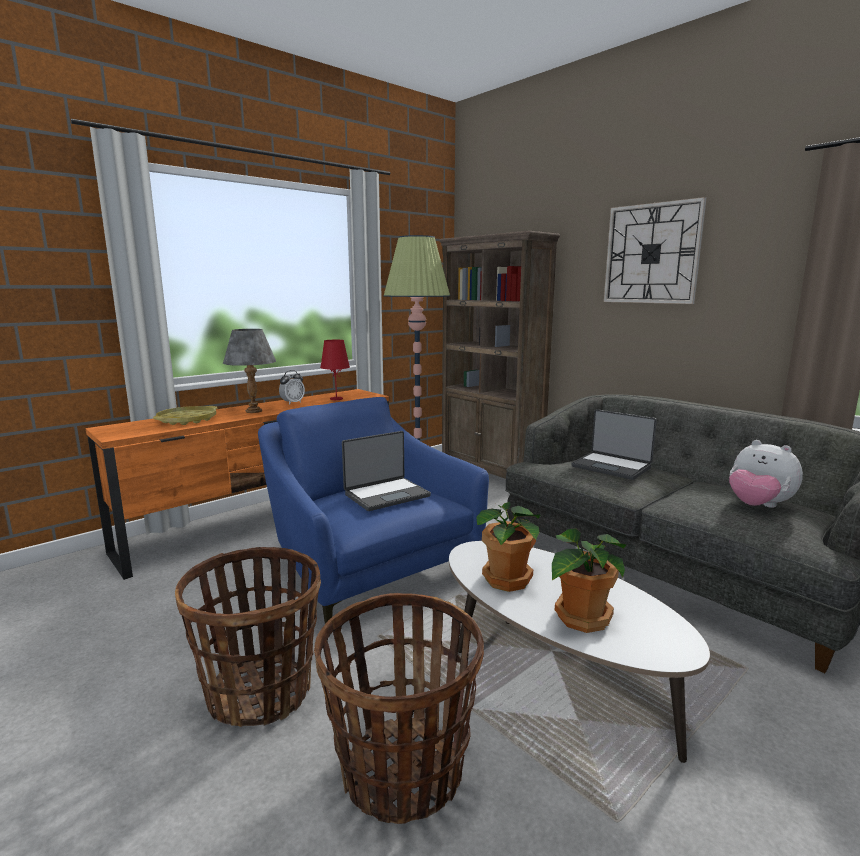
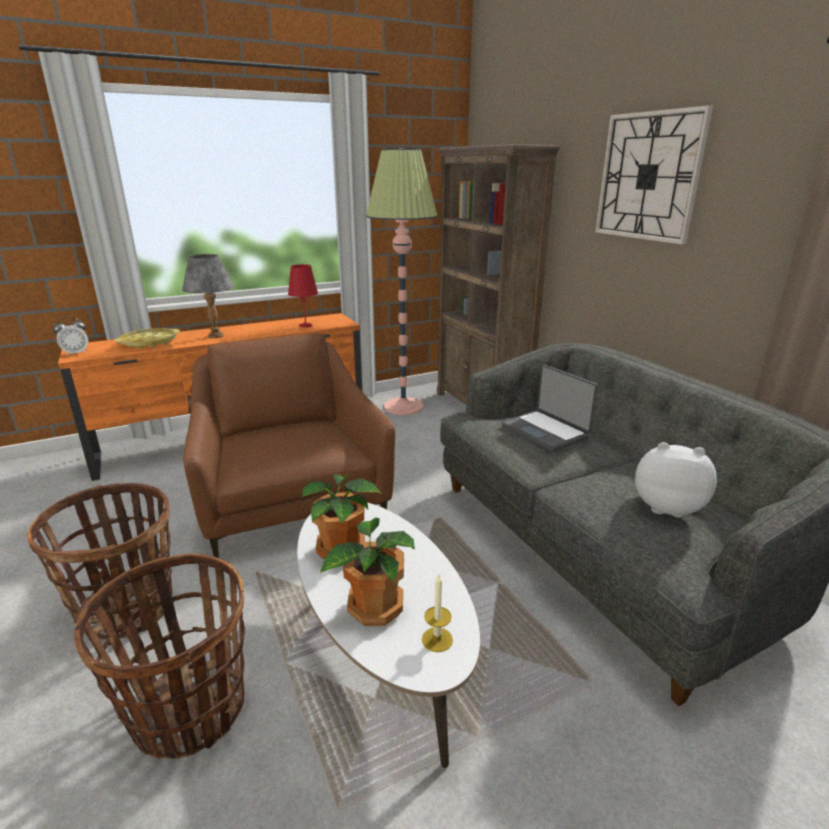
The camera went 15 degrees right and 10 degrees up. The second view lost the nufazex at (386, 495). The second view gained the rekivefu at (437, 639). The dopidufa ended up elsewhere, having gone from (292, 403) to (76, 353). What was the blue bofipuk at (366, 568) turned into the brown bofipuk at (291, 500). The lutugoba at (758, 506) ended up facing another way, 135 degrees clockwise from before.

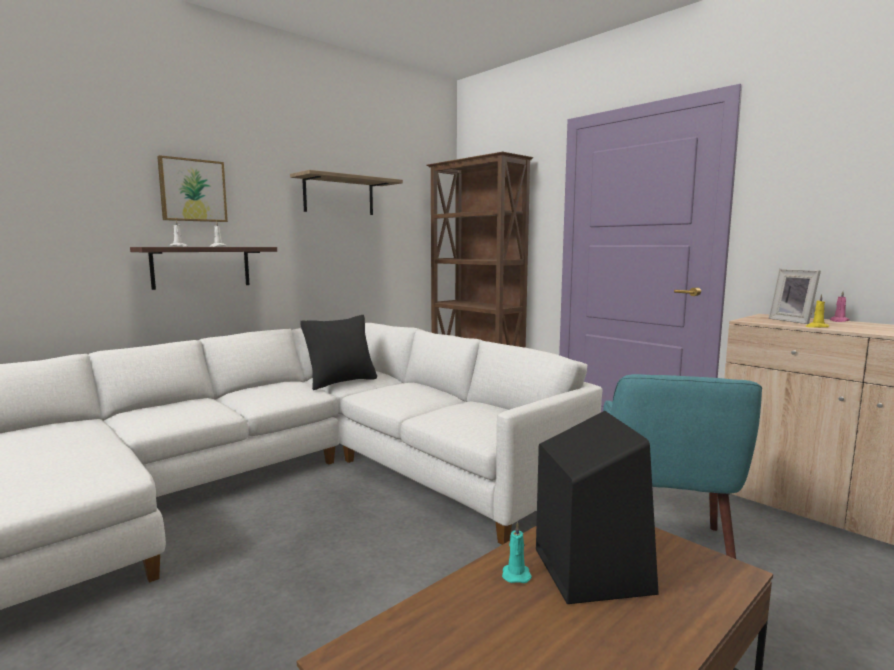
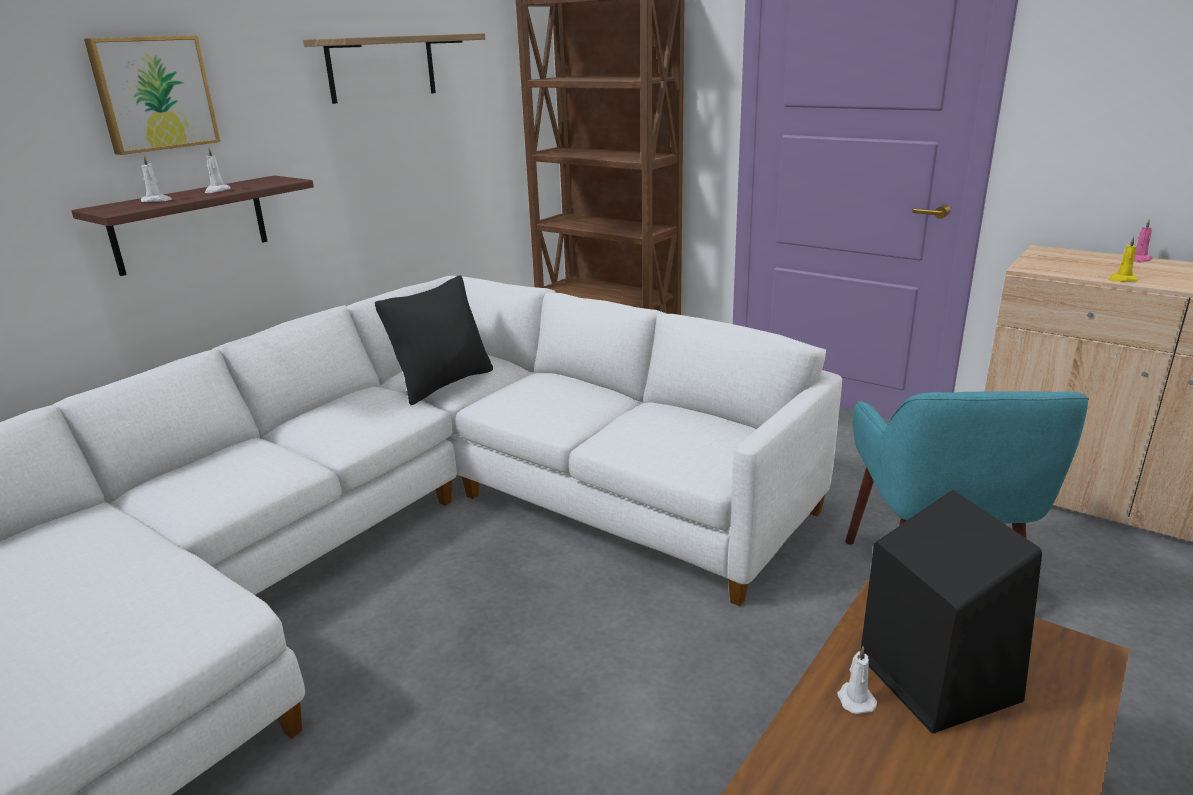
The camera went 10 degrees left and 15 degrees up. The second view lost the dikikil at (794, 321). What was the turquoise rekivefu at (516, 574) turned into the white rekivefu at (855, 699).

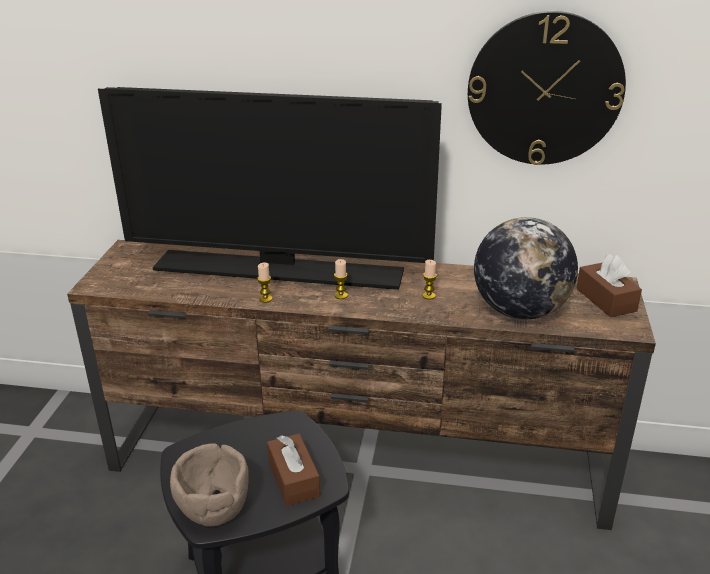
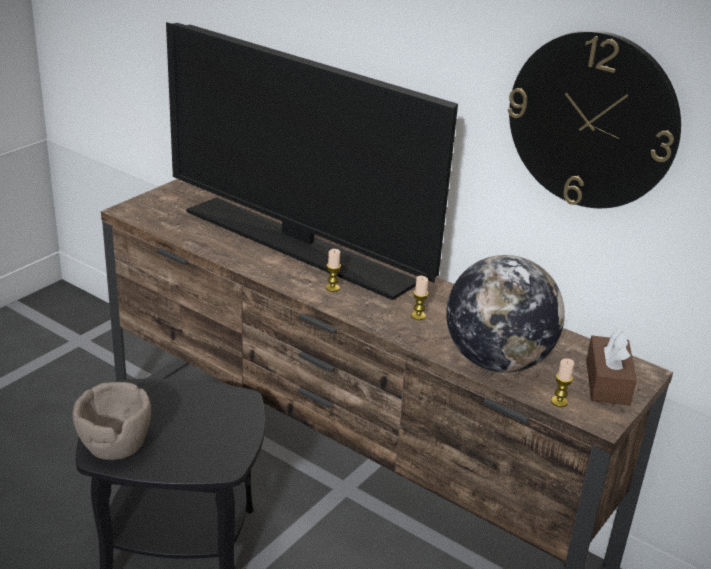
The camera went 25 degrees right and 0 degrees up. The second view lost the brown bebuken at (293, 479). The rekivefu ended up elsewhere, having gone from (265, 299) to (559, 402).

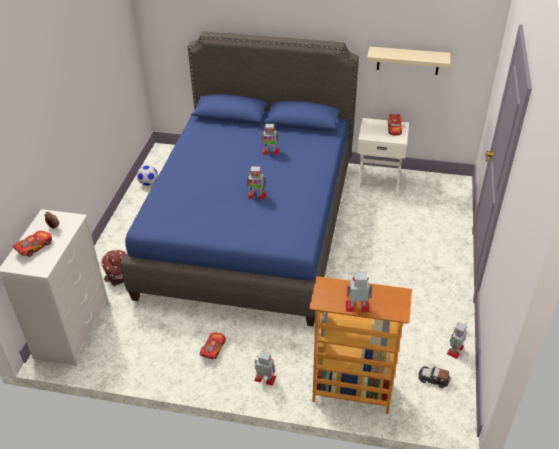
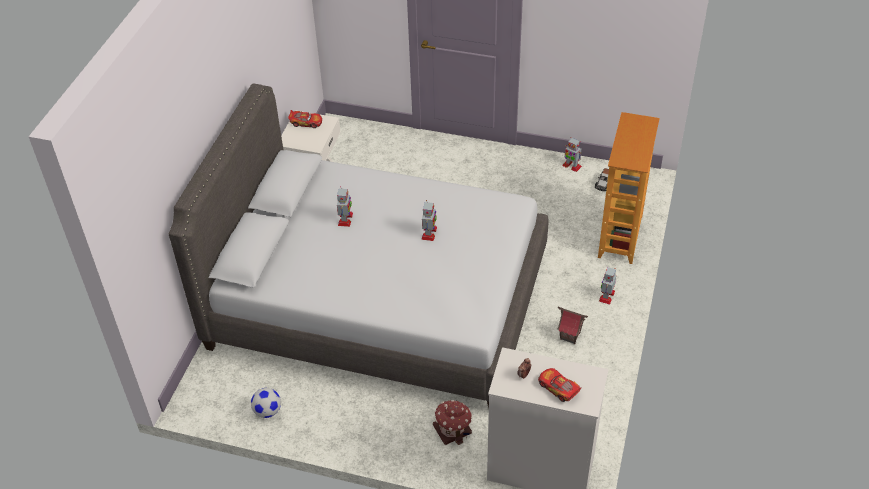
The camera went 85 degrees left and 5 degrees up. The second view lost the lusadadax at (357, 306). The second view lost the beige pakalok at (408, 60). Where the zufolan stood at (213, 349), the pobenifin came to stand at (570, 336). What was the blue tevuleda at (250, 226) turned into the grey tevuleda at (378, 302).

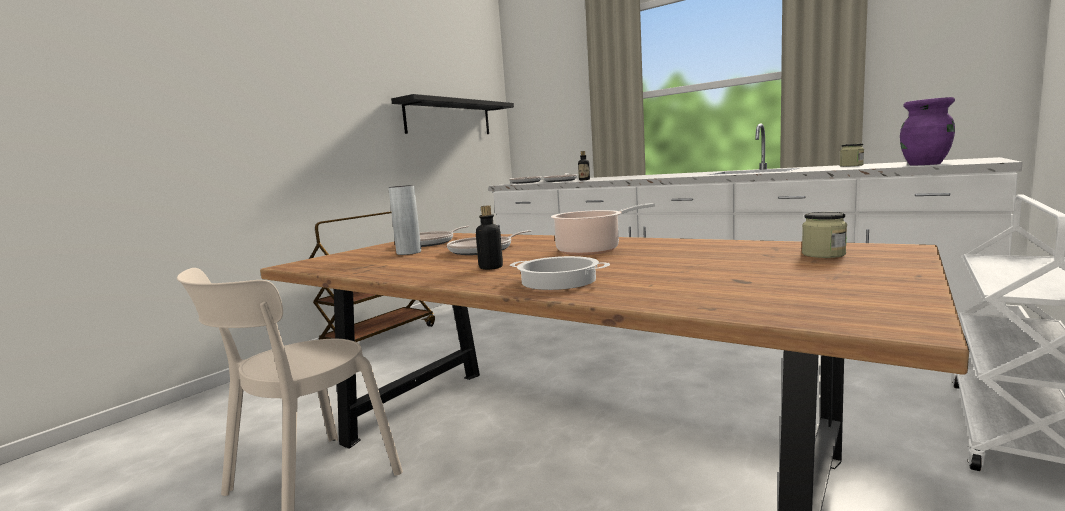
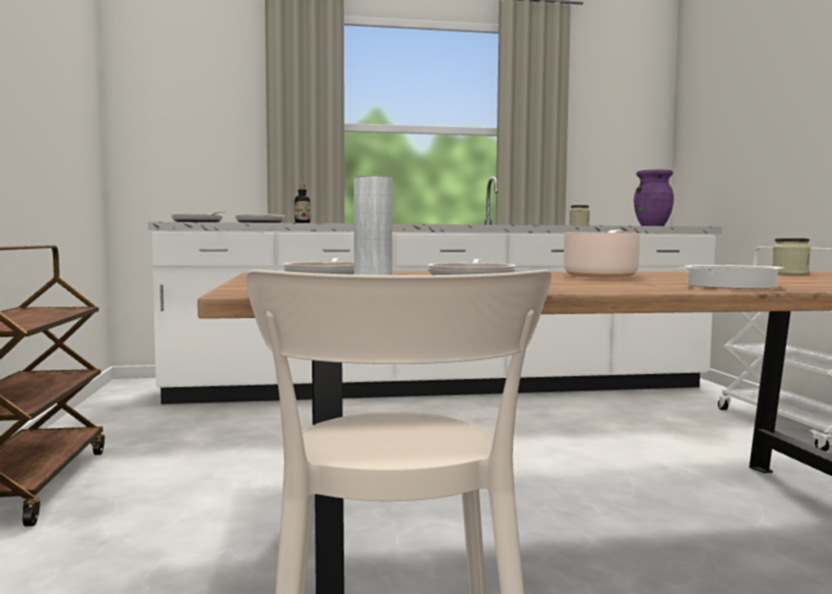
The camera went 45 degrees left and 5 degrees down. The second view lost the black pakalok at (449, 118). The second view lost the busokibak at (491, 267).

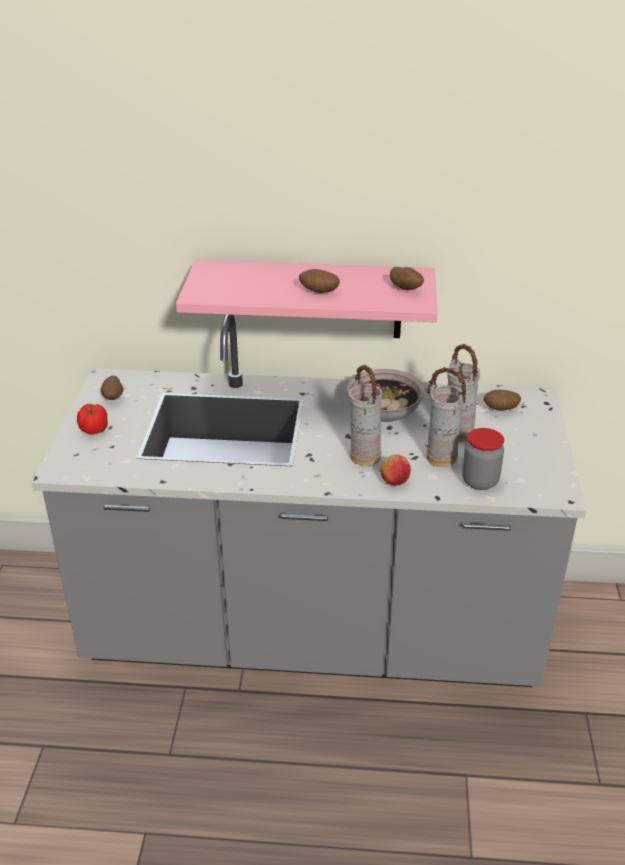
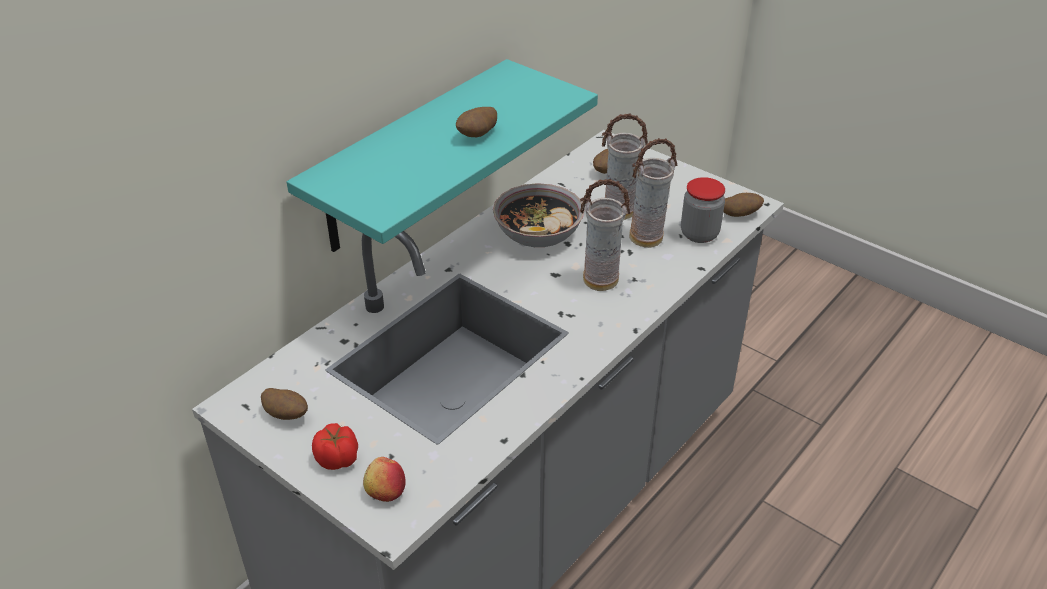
The camera went 55 degrees left and 5 degrees up. The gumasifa ended up elsewhere, having gone from (394, 480) to (385, 491). The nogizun ended up elsewhere, having gone from (406, 289) to (740, 215). What was the pink pakalok at (313, 299) turned into the turquoise pakalok at (409, 158).

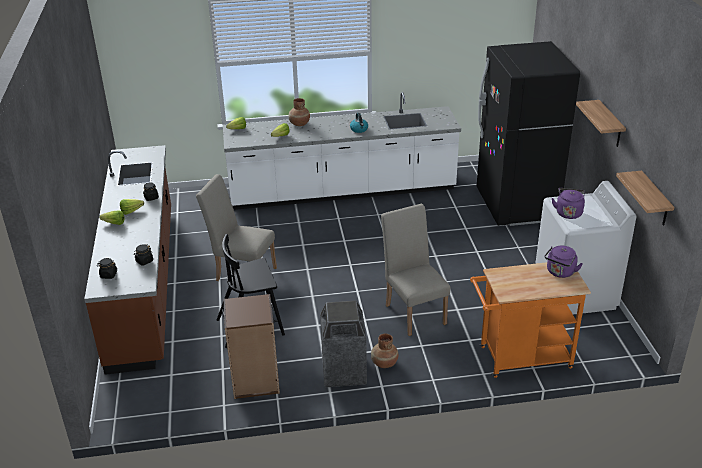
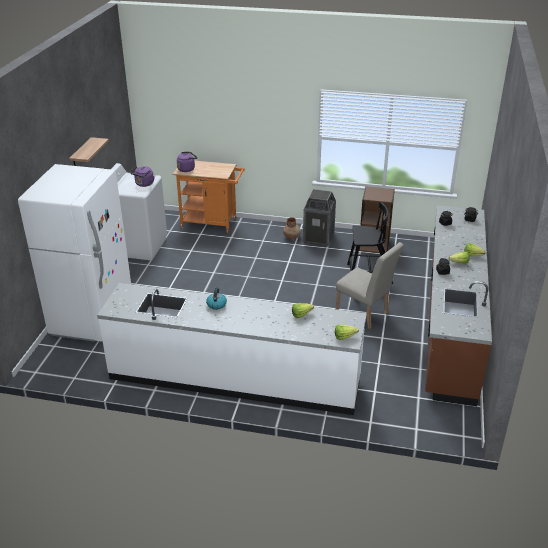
The camera went 160 degrees left and 0 degrees up. The second view lost the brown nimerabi at (299, 124). The second view lost the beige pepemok at (414, 311). The second view lost the pakalok at (655, 200). What was the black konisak at (516, 206) turned into the white konisak at (92, 319).

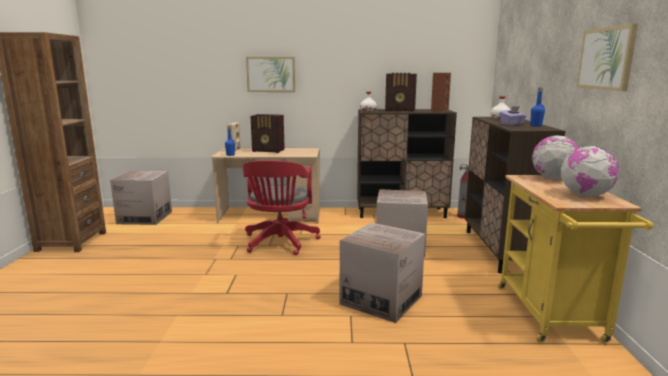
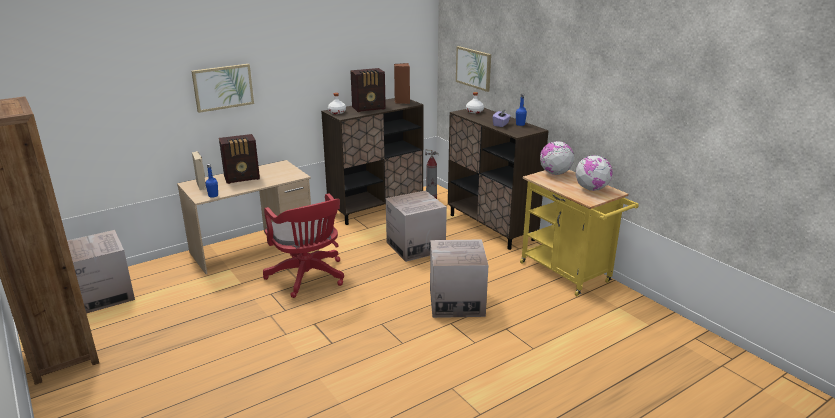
The camera went 35 degrees left and 10 degrees up. The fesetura ended up elsewhere, having gone from (606, 58) to (473, 68).

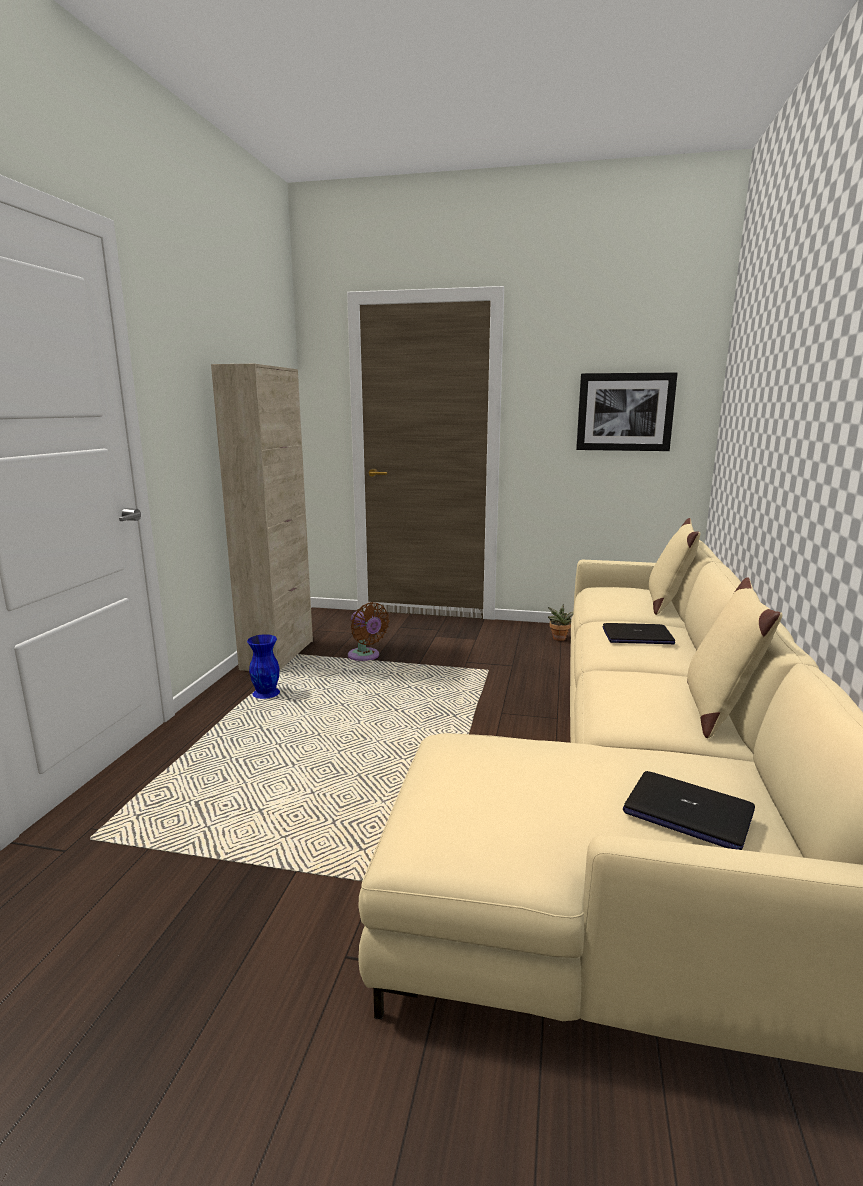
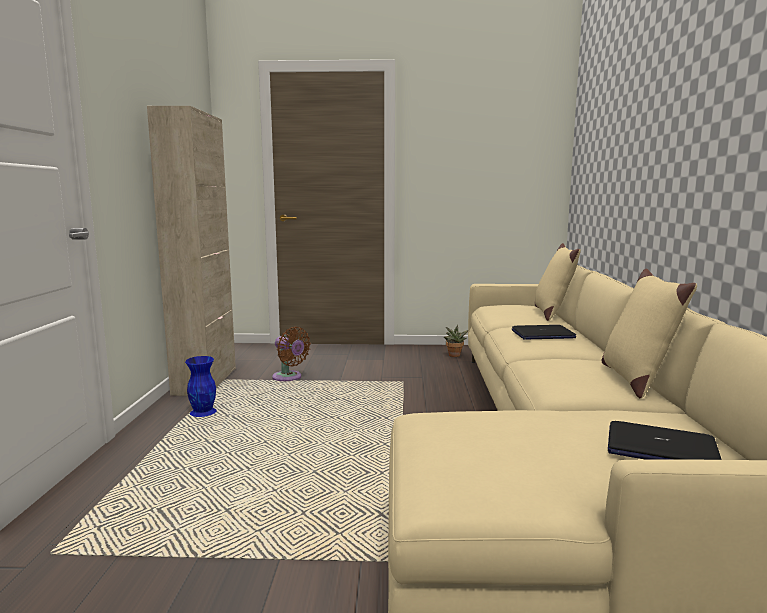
The camera went 10 degrees left and 5 degrees down. The second view lost the fesetura at (625, 412).

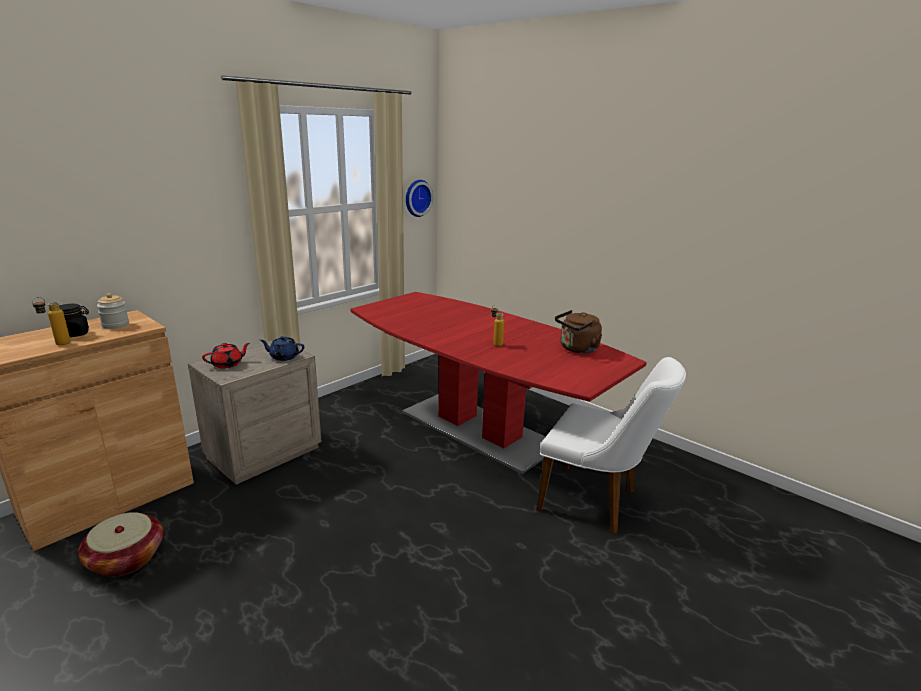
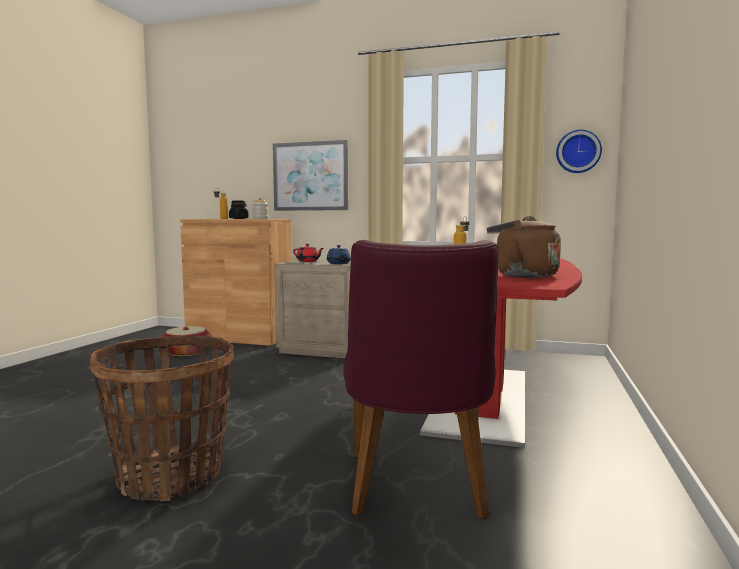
The camera went 65 degrees right and 15 degrees down. The second view gained the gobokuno at (171, 476). The second view gained the fesetura at (310, 176). What was the white pepemok at (597, 502) turned into the purple pepemok at (417, 491).

